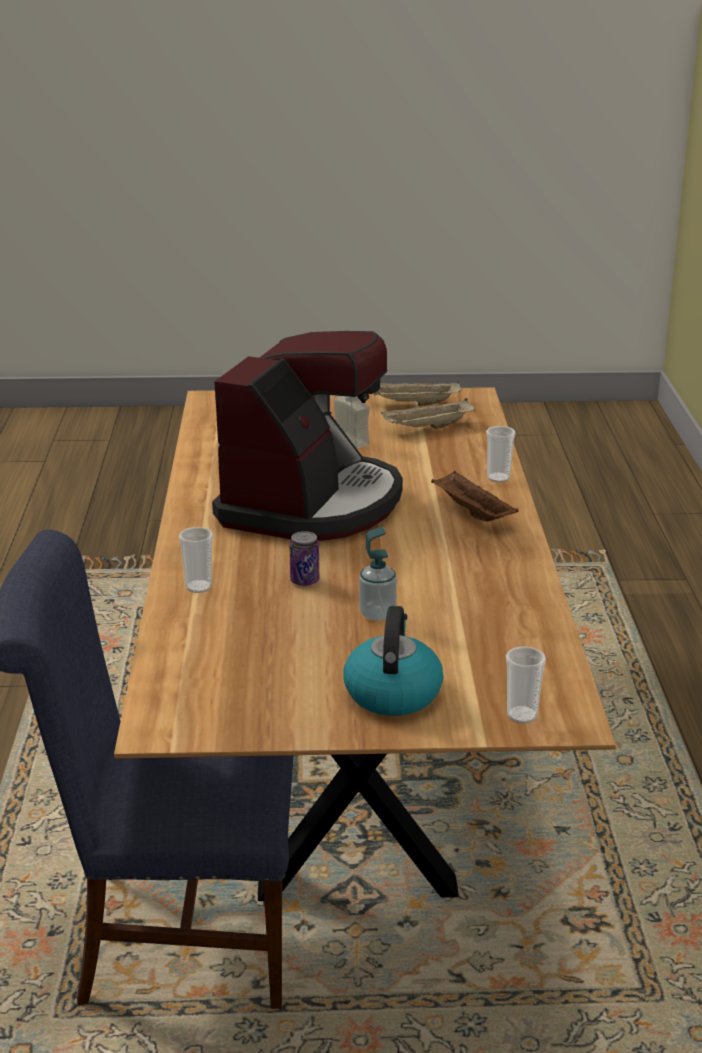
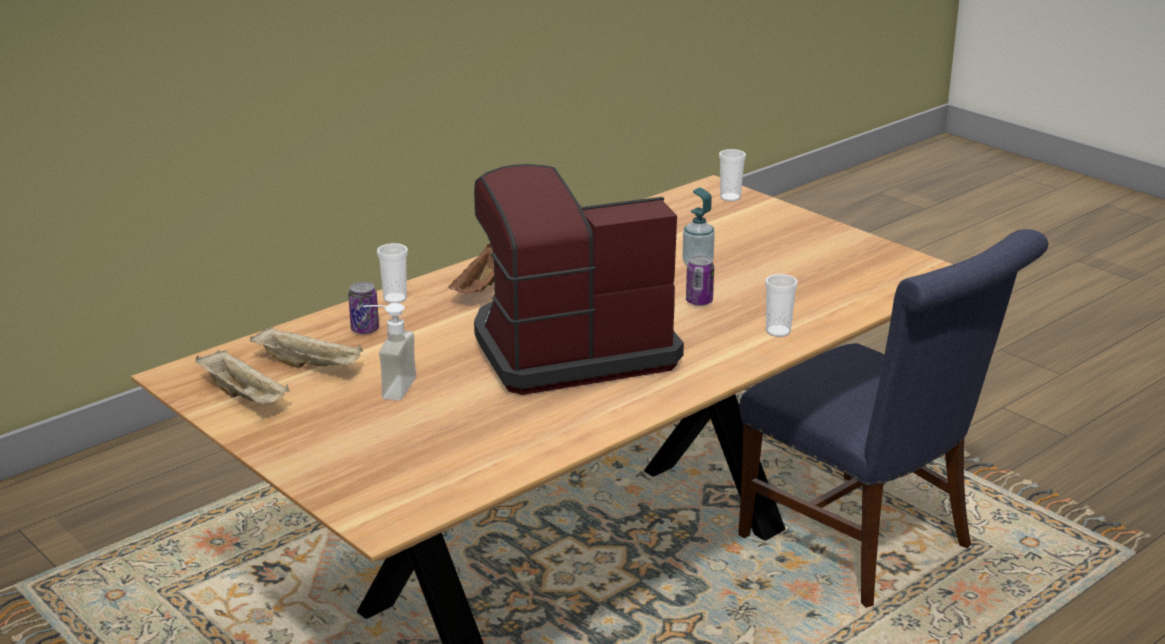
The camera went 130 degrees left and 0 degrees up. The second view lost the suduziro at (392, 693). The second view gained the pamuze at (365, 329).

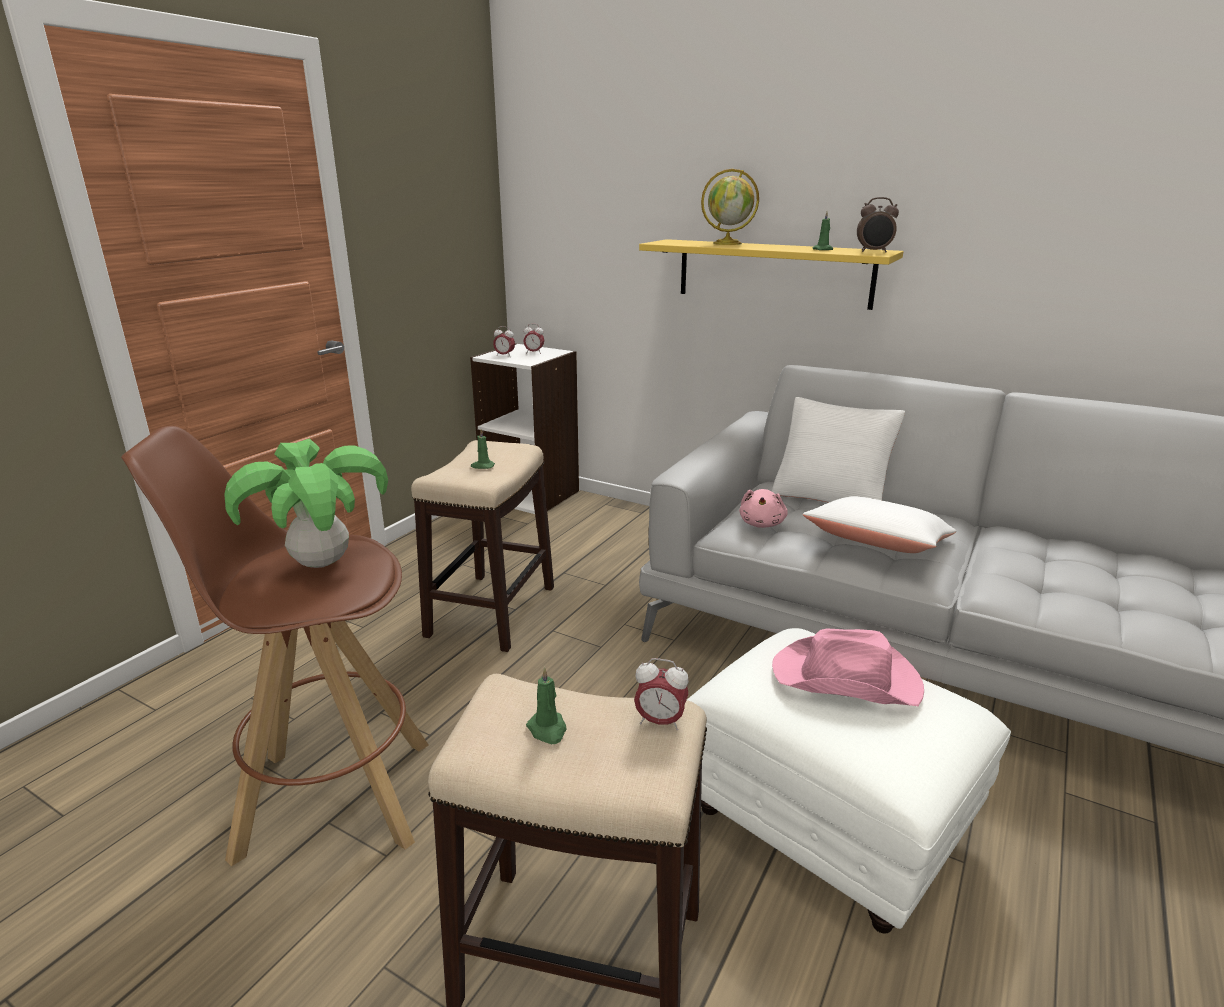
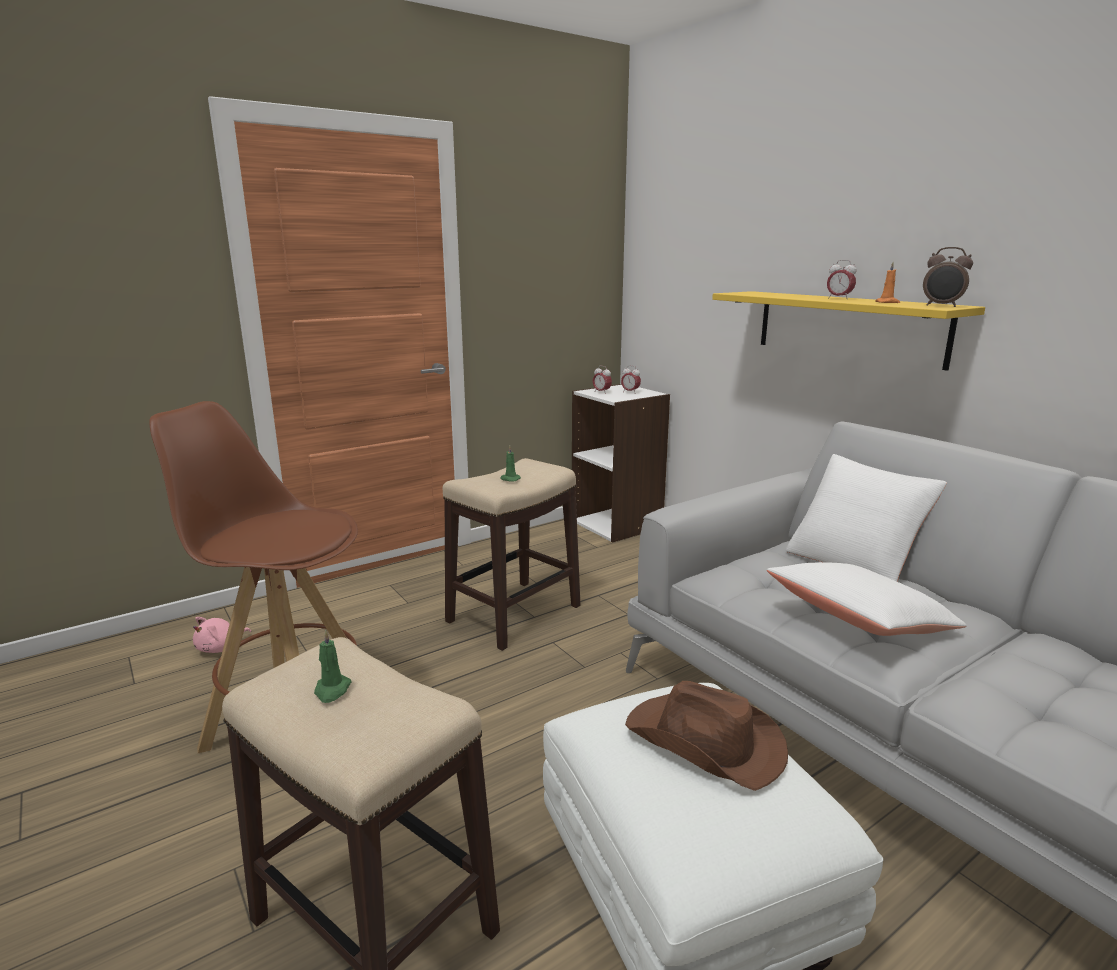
The camera went 25 degrees right and 5 degrees down. The second view lost the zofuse at (320, 562). The second view lost the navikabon at (728, 243). The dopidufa ended up elsewhere, having gone from (660, 721) to (839, 298). The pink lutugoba ended up elsewhere, having gone from (762, 523) to (220, 648). What was the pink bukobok at (847, 679) turned into the brown bukobok at (705, 743). What was the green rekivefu at (823, 250) turned into the orange rekivefu at (887, 302).

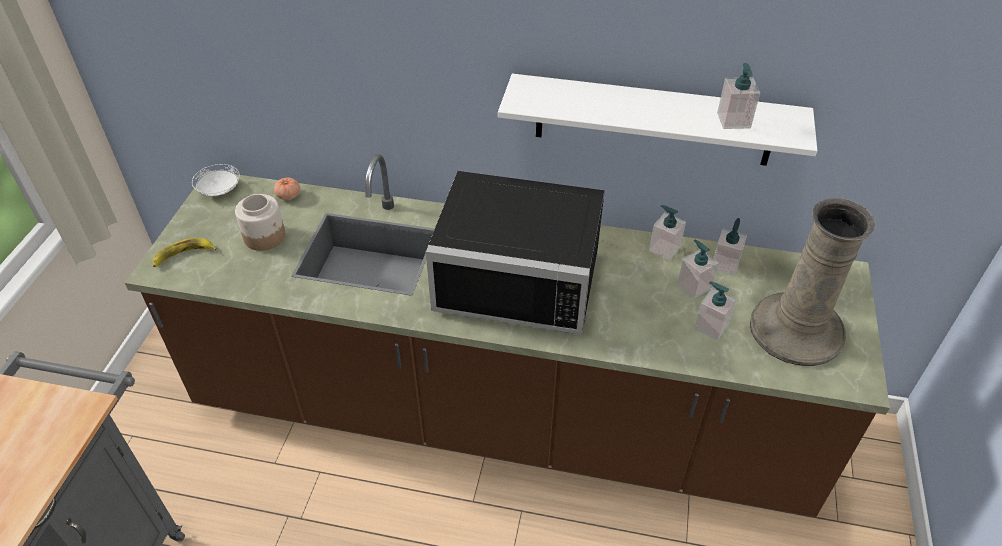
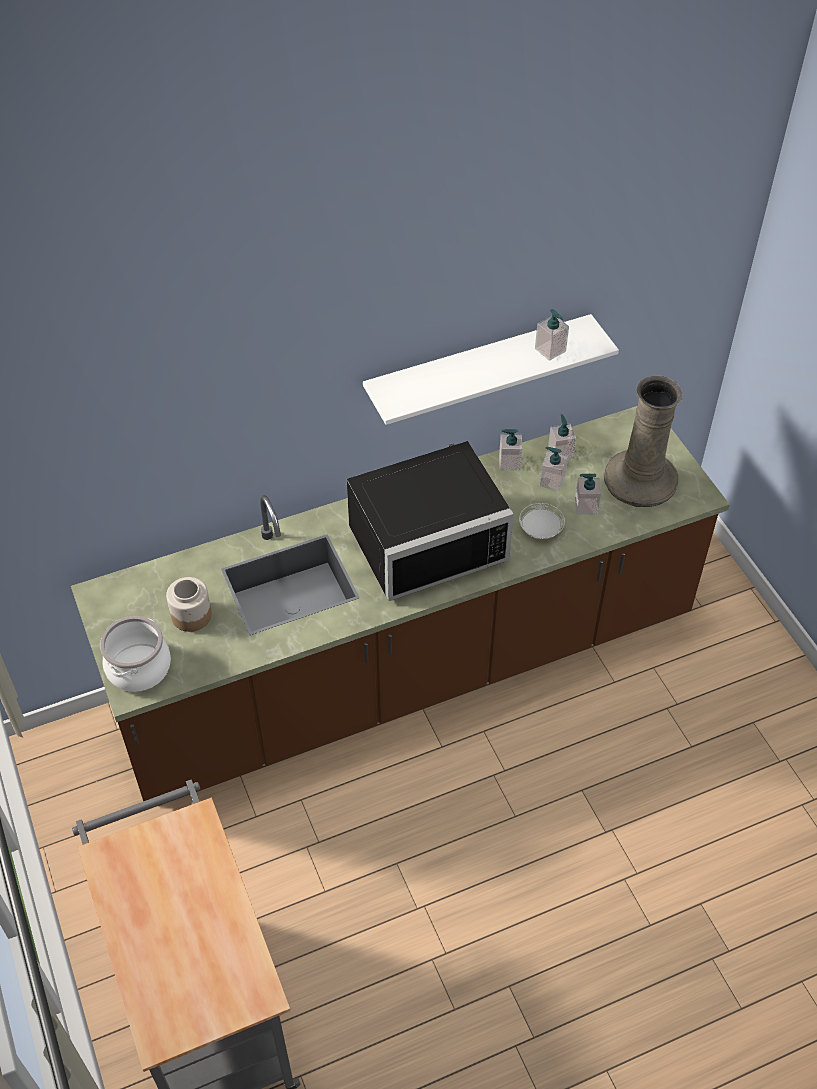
The camera went 35 degrees left and 5 degrees up. The second view lost the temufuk at (288, 195). The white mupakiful ended up elsewhere, having gone from (219, 190) to (540, 530). Where the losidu stood at (183, 255), the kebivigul came to stand at (139, 668).

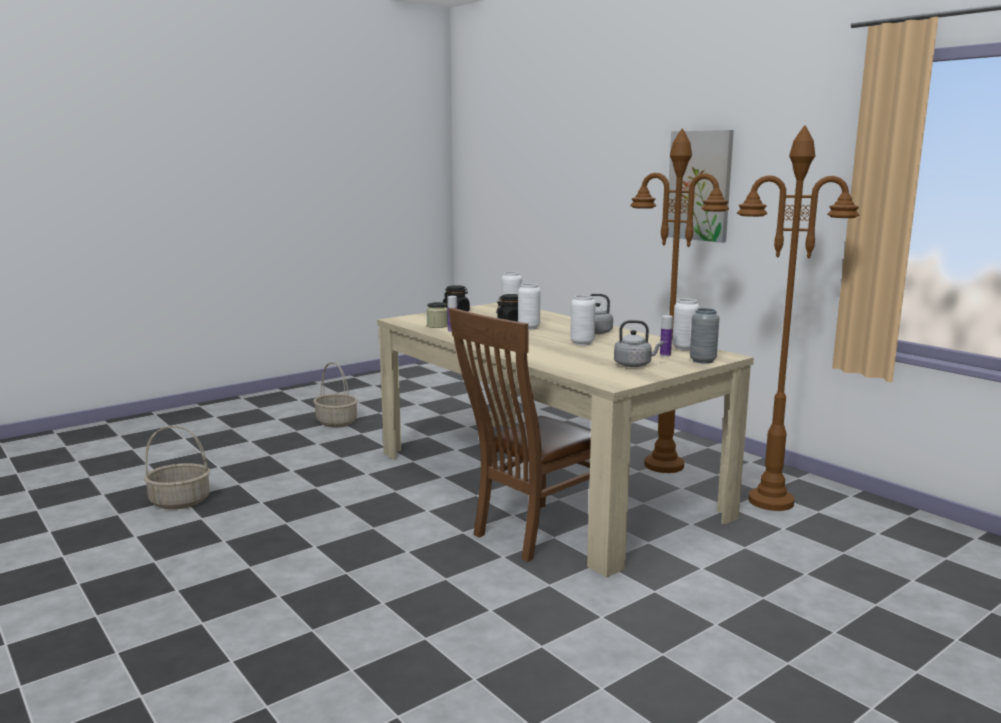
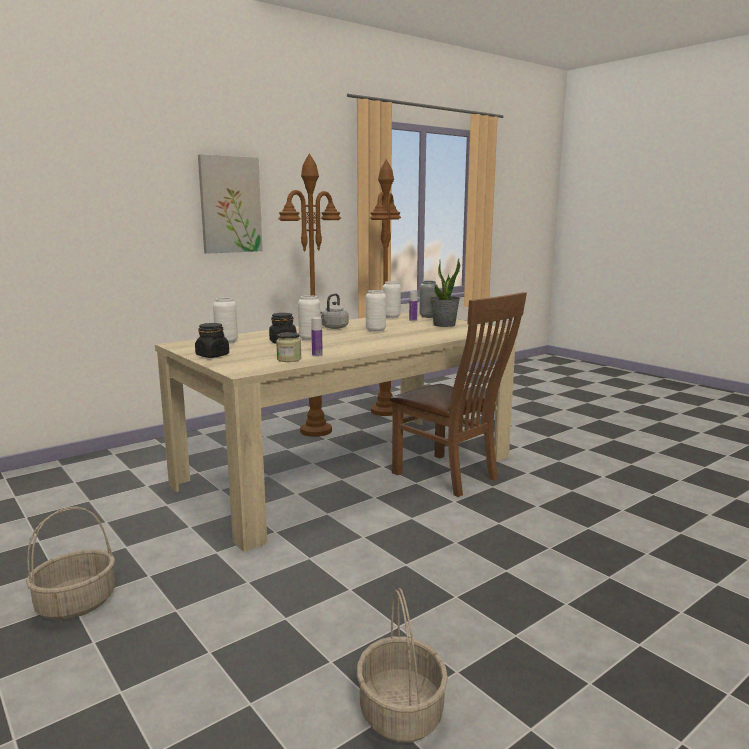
The camera went 90 degrees left and 0 degrees up. Where the grey suduziro stood at (634, 365), the zofuse came to stand at (444, 325).

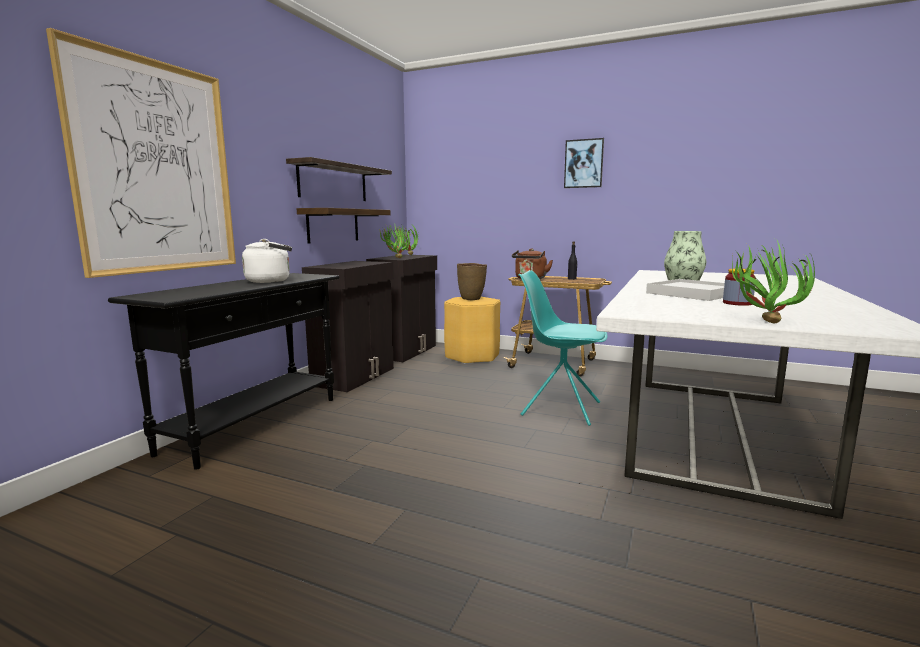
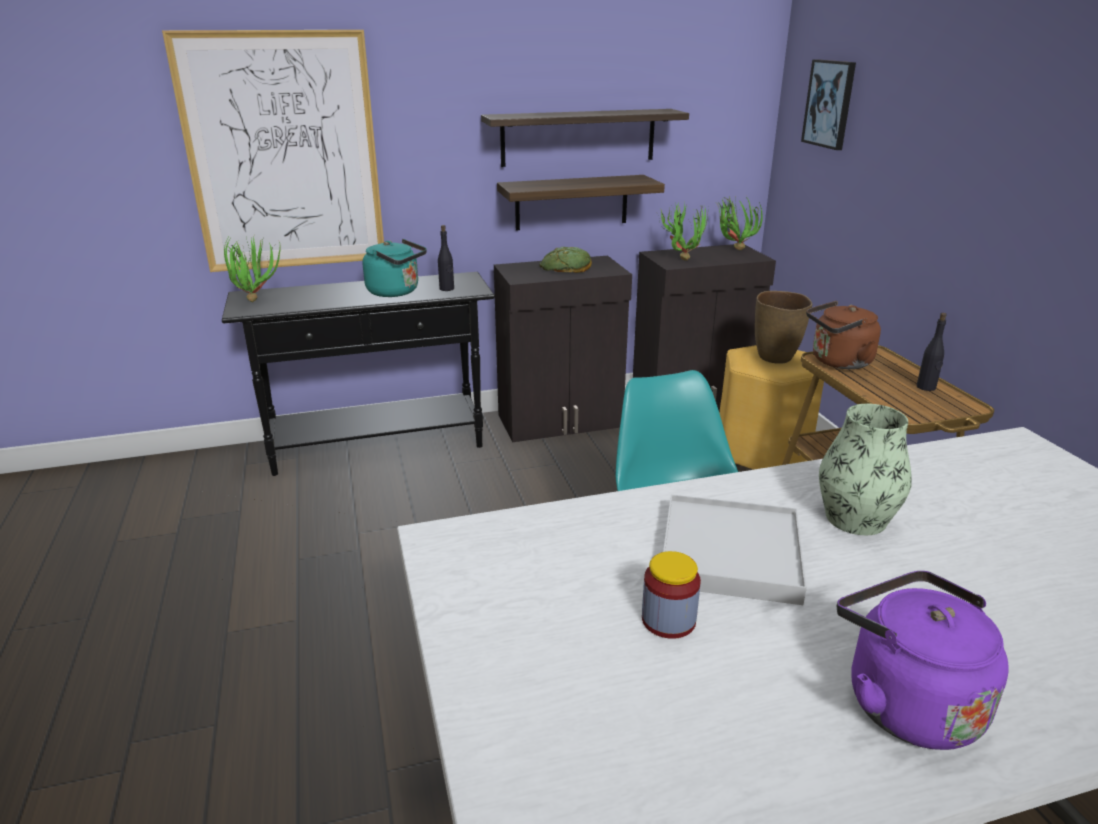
The camera went 50 degrees right and 15 degrees up. The second view gained the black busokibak at (447, 289). The second view gained the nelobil at (566, 267). The second view gained the purple suduziro at (904, 702). The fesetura ended up elsewhere, having gone from (583, 163) to (829, 104). The zofuse ended up elsewhere, having gone from (761, 321) to (256, 299). What was the white suduziro at (271, 281) turned into the turquoise suduziro at (396, 292).

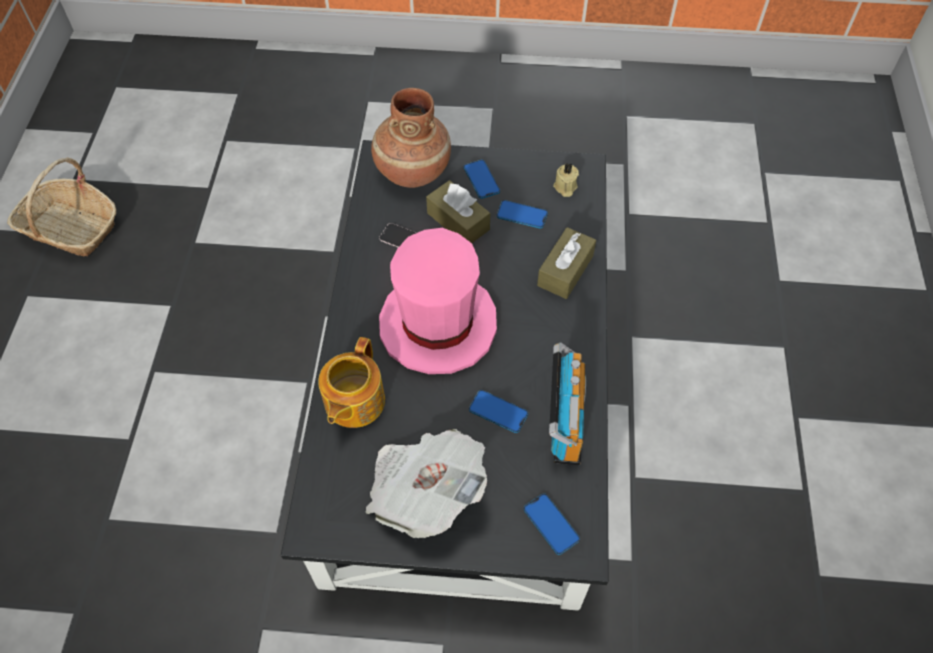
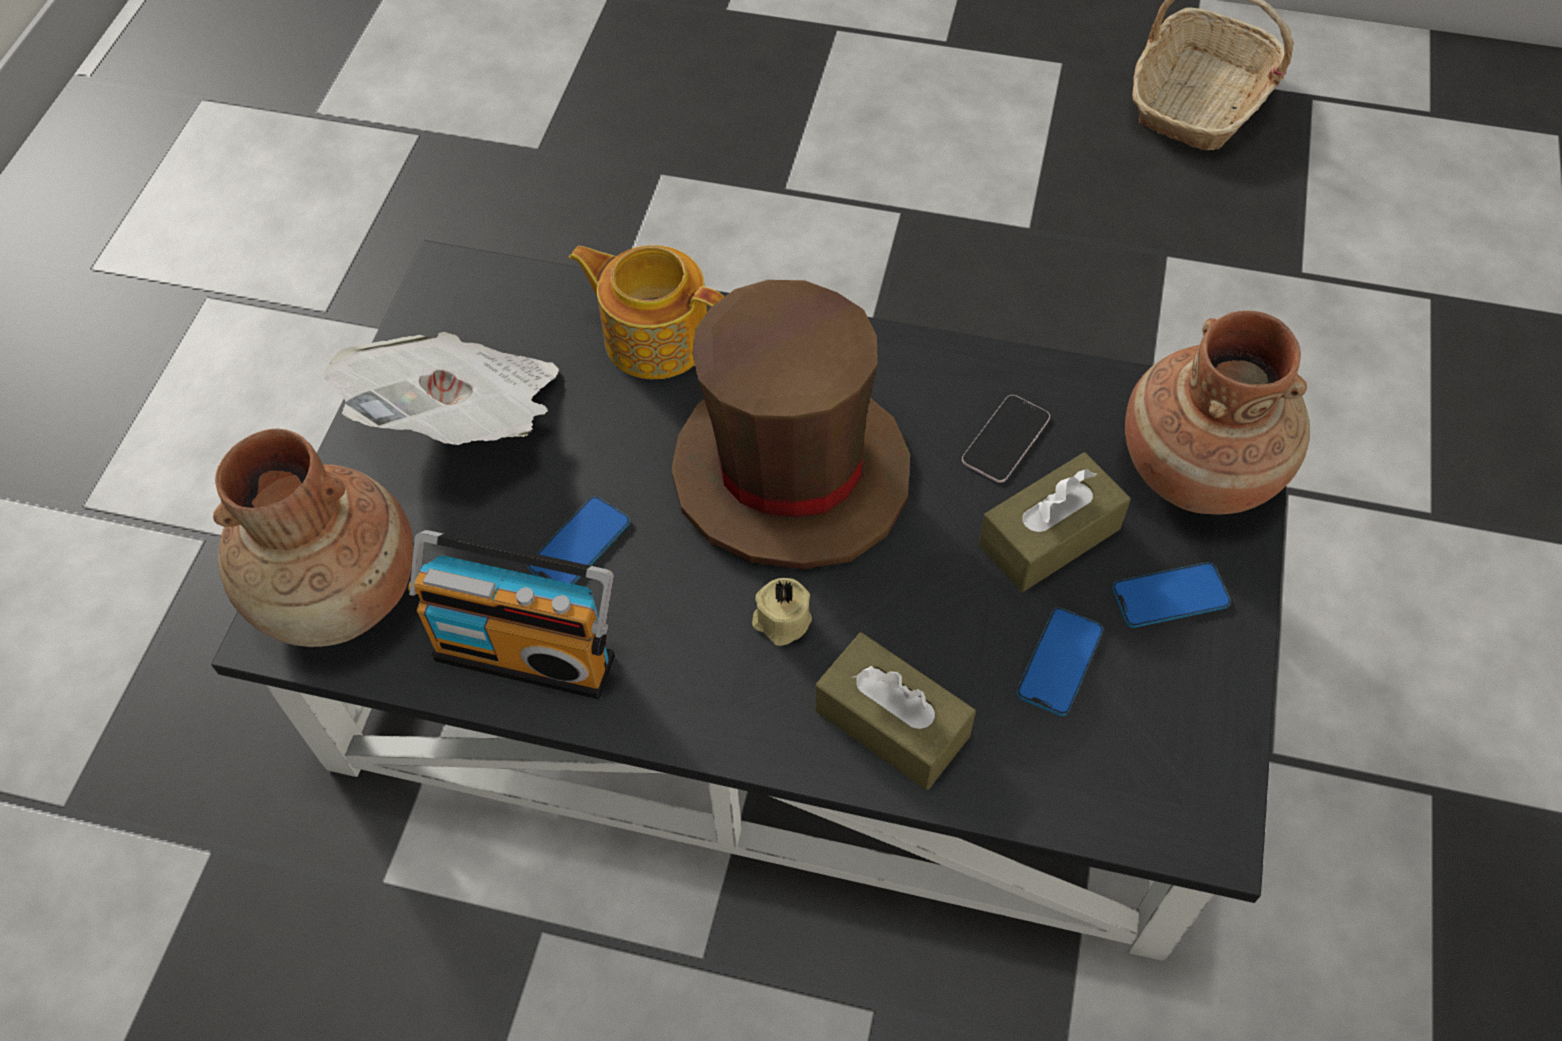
The camera went 100 degrees right and 0 degrees up. The beige rekivefu ended up elsewhere, having gone from (565, 187) to (781, 621). Where the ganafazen stood at (551, 524), the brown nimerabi came to stand at (340, 594). What was the pink bukobok at (437, 325) turned into the brown bukobok at (790, 472).

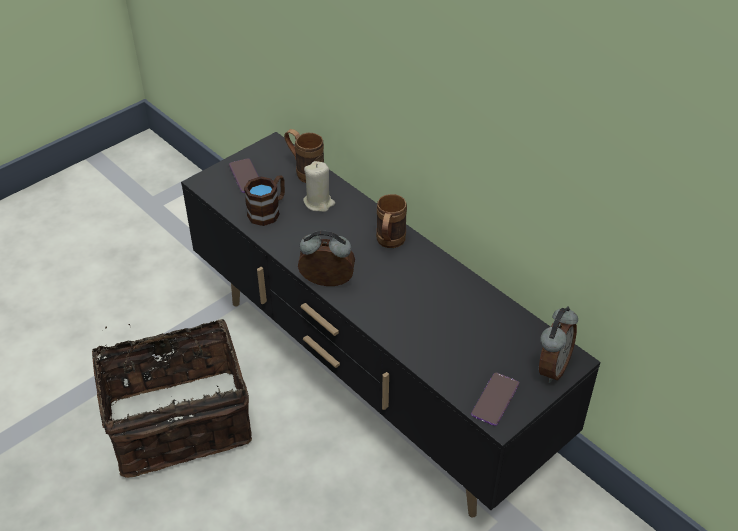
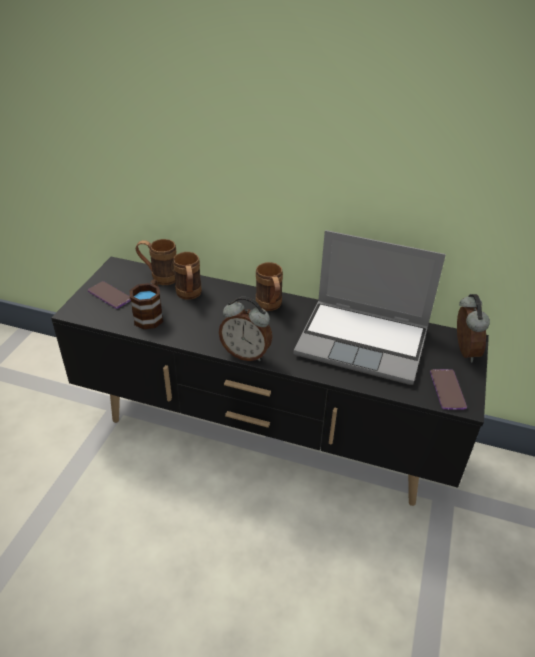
The camera went 30 degrees left and 5 degrees down. The second view lost the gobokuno at (178, 419). The second view gained the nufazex at (364, 342). Where the beige rekivefu stood at (319, 203), the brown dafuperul came to stand at (189, 296). The dopidufa at (327, 284) ended up facing another way, 135 degrees counterclockwise from before.

